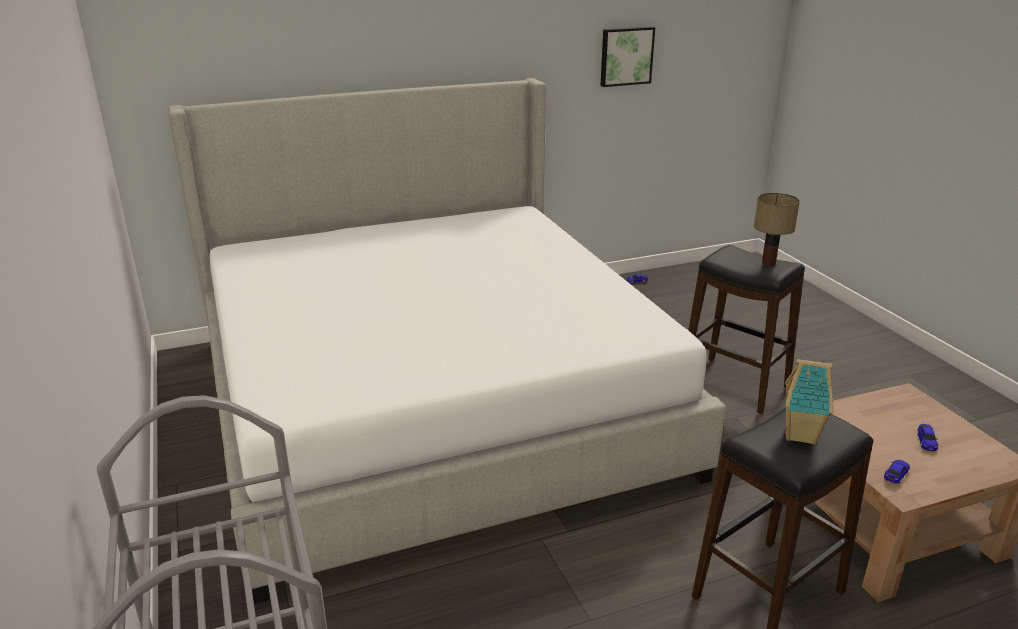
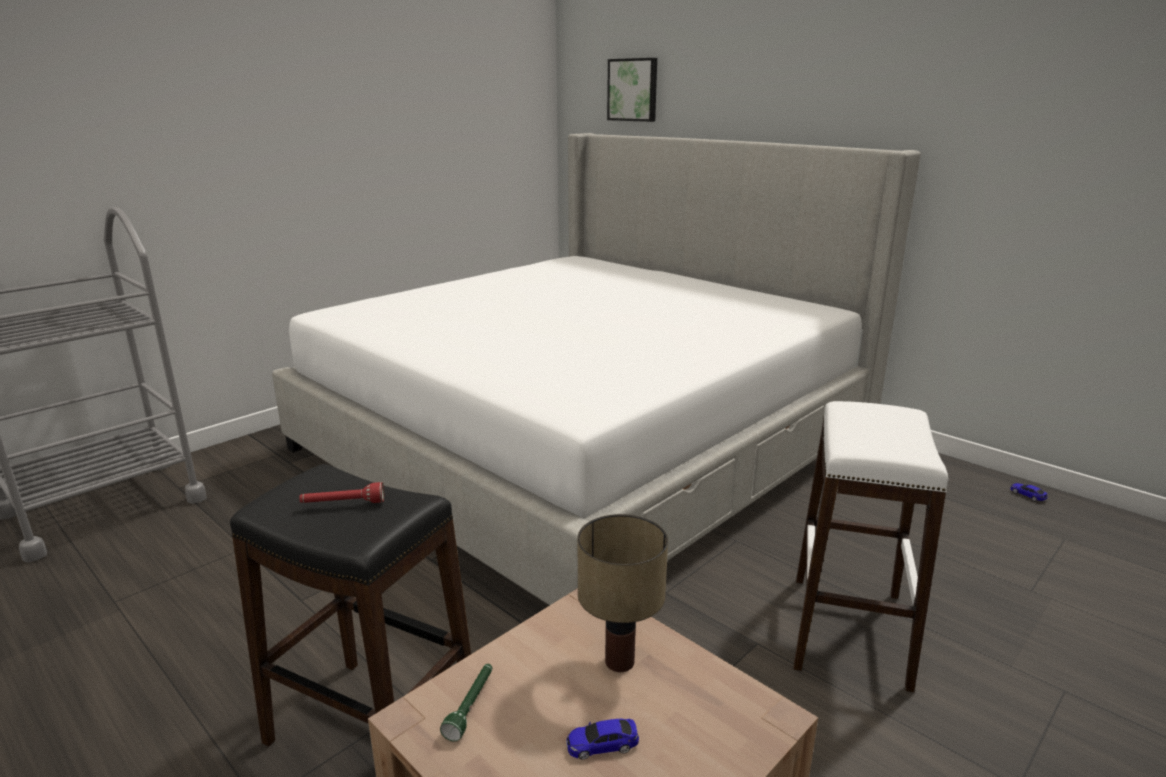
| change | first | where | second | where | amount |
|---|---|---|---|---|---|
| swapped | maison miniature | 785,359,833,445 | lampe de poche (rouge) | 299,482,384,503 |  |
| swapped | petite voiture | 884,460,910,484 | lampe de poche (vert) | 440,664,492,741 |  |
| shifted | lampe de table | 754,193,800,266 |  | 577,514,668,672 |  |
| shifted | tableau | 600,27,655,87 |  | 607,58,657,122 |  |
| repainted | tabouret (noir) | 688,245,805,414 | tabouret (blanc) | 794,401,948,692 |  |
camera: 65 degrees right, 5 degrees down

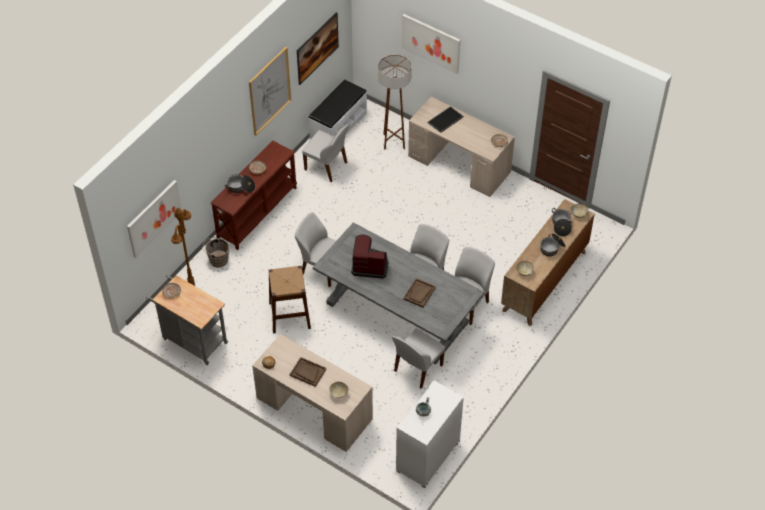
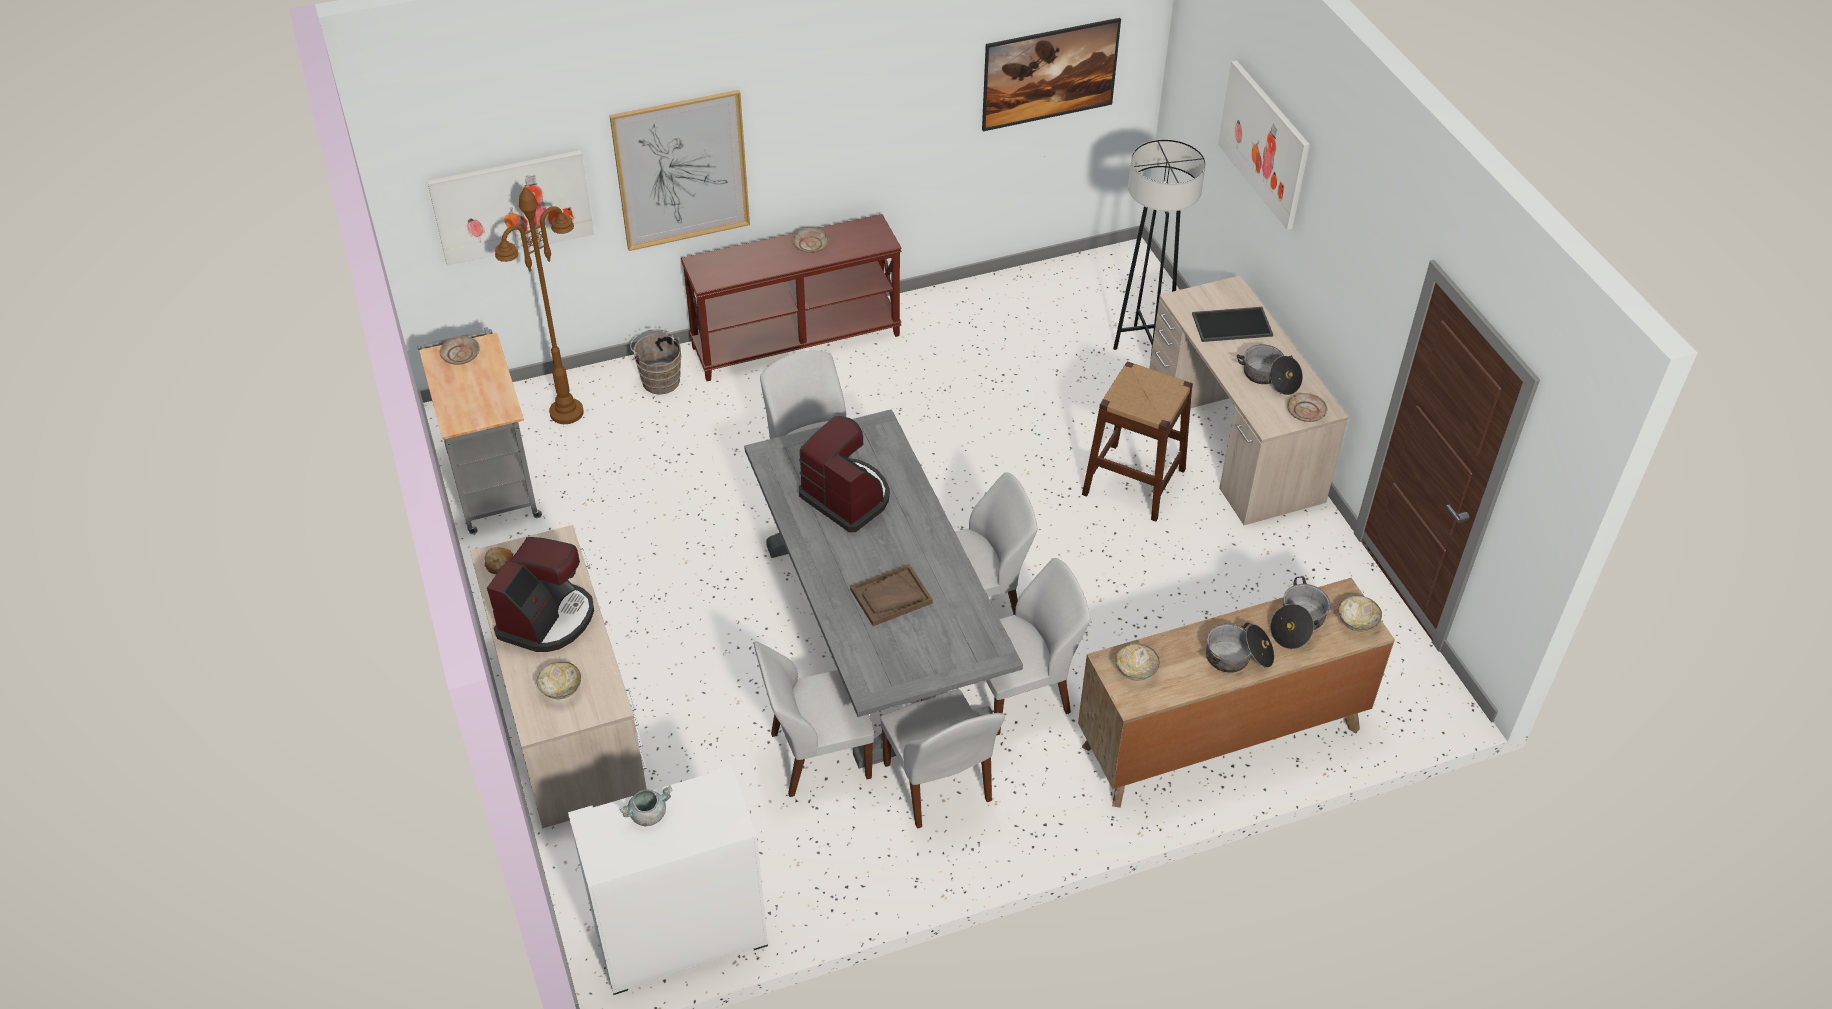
| change | first | where | second | where | amount |
|---|---|---|---|---|---|
| swapped | plateau (marron) | 290,357,326,387 | machine à café | 487,537,594,652 |  |
| shifted | tableau | 249,47,291,136 |  | 610,90,750,251 |  |
| shifted | chaise (blanc) | 302,124,350,182 |  | 880,689,1005,829 |  |
| shifted | tabouret (marron) | 268,266,311,333 |  | 1082,362,1193,522 |  |
| repainted | lampadaire (marron) | 378,55,412,149 | lampadaire (gris) | 1113,139,1206,361 |  |
| shifted | marmite | 224,174,255,193 |  | 1237,344,1303,395 |  |
| gone | banc (blanc) | 308,80,367,140 |  |  |  |
camera: 35 degrees right, 5 degrees down

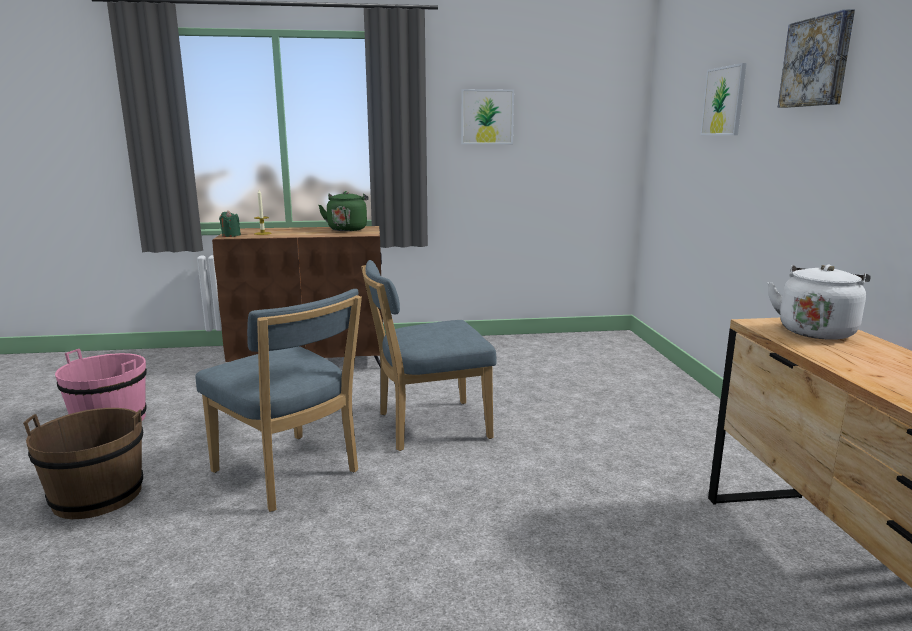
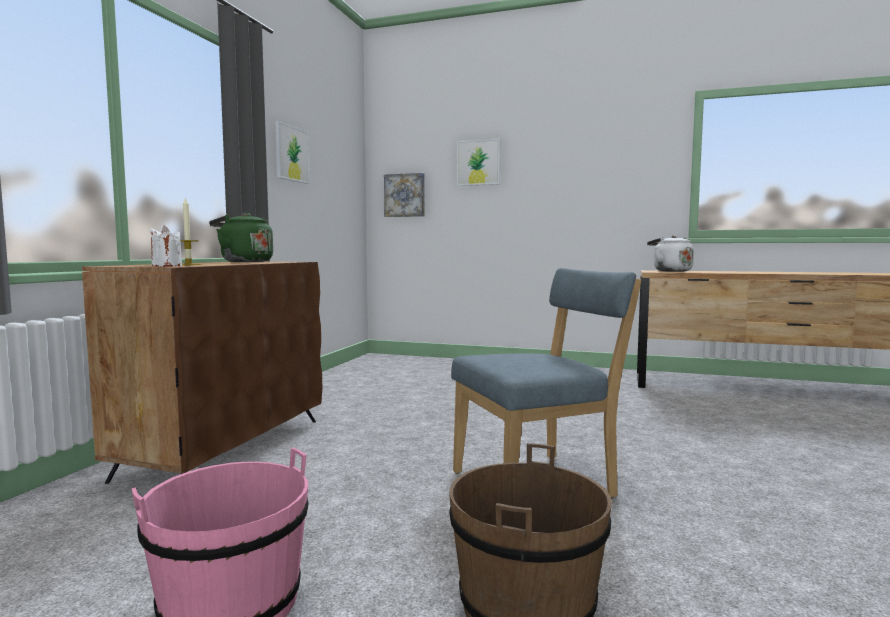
| change | first | where | second | where | amount |
|---|---|---|---|---|---|
| repainted | bougie (vert) | 219,210,241,237 | bougie (blanc) | 150,226,182,266 |  |
| shifted | tableau | 778,9,855,108 |  | 384,173,425,217 |  |
| gone | chaise (bleu) | 361,260,496,451 |  |  |  |
camera: 65 degrees left, 10 degrees down

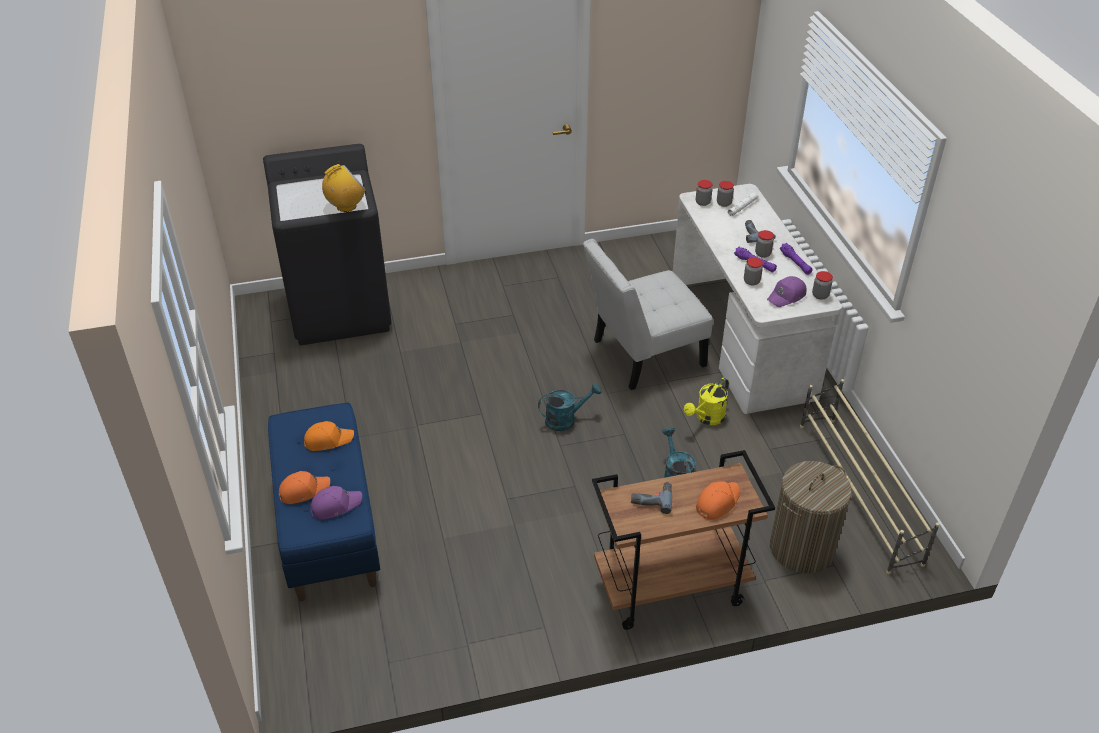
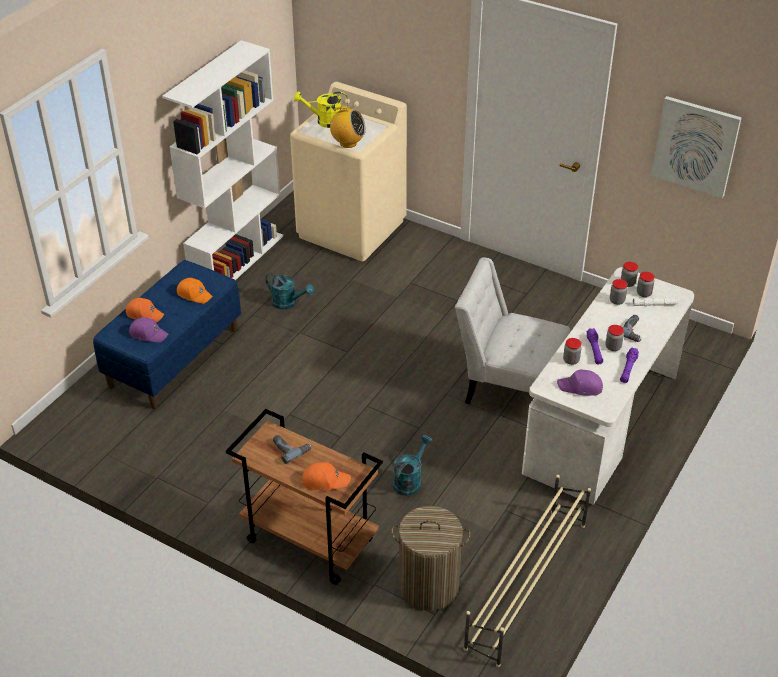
| change | first | where | second | where | amount |
|---|---|---|---|---|---|
| new |  |  | bibliothèque (blanc) | 162,40,283,280 |  |
| shifted | arrosoir (turquoise) | 538,383,601,431 |  | 265,272,314,310 |  |
| repainted | lave-linge (noir) | 263,144,392,345 | lave-linge (beige) | 290,82,407,262 |  |
| shifted | arrosoir (jaune) | 684,378,729,425 |  | 294,92,348,128 |  |
| shifted | bocal | 812,271,833,300 |  | 610,279,627,305 |  |
| new |  |  | tableau | 651,96,742,198 |  |
camera: 45 degrees right, 0 degrees up

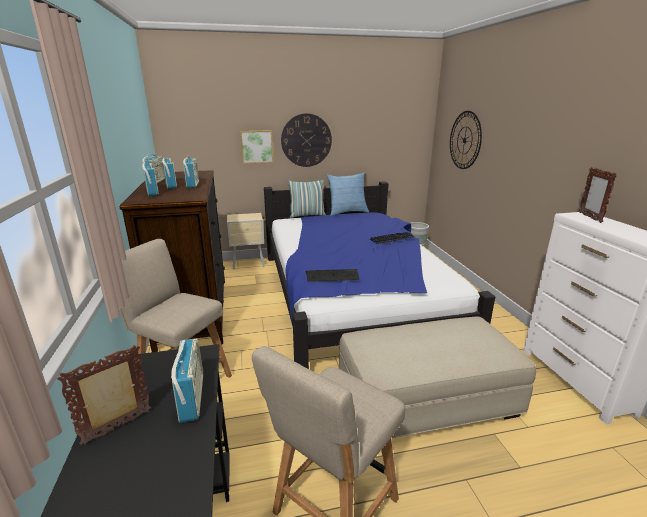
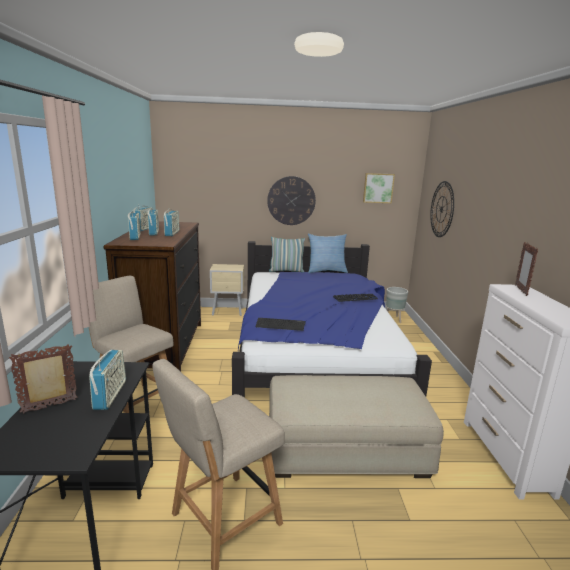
| change | first | where | second | where | amount |
|---|---|---|---|---|---|
| shifted | tableau | 240,130,274,164 |  | 363,173,395,203 |  |
camera: 10 degrees right, 5 degrees down

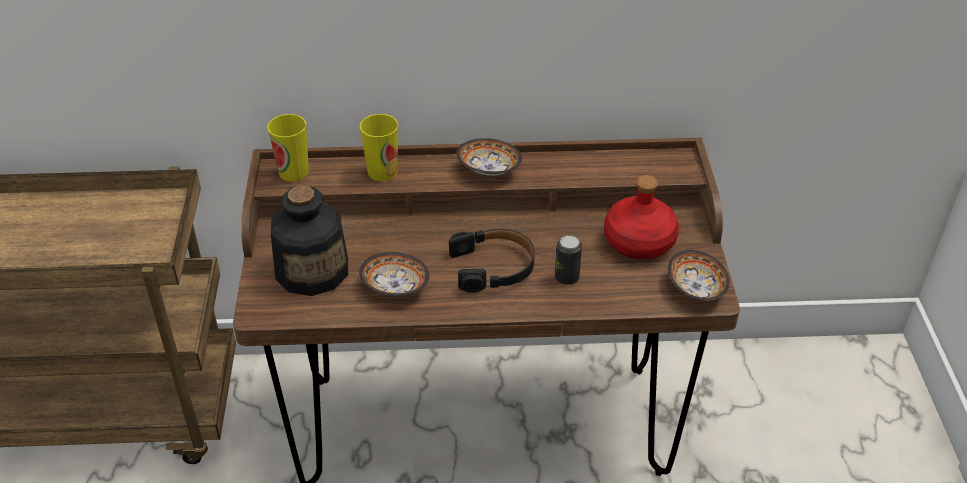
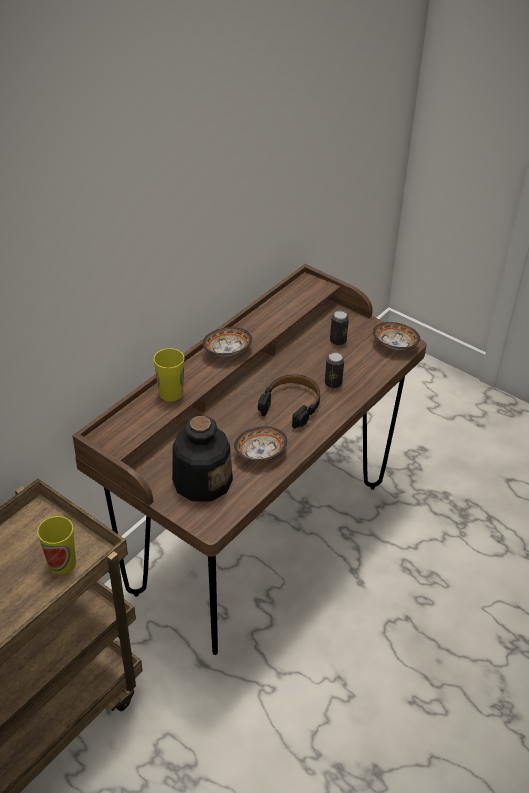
| change | first | where | second | where | amount |
|---|---|---|---|---|---|
| shifted | tasse | 268,114,309,181 |  | 37,516,76,575 |  |
| swapped | bouteille (rouge) | 604,175,679,260 | boîte métallique | 330,311,349,346 |  |
camera: 50 degrees left, 0 degrees up

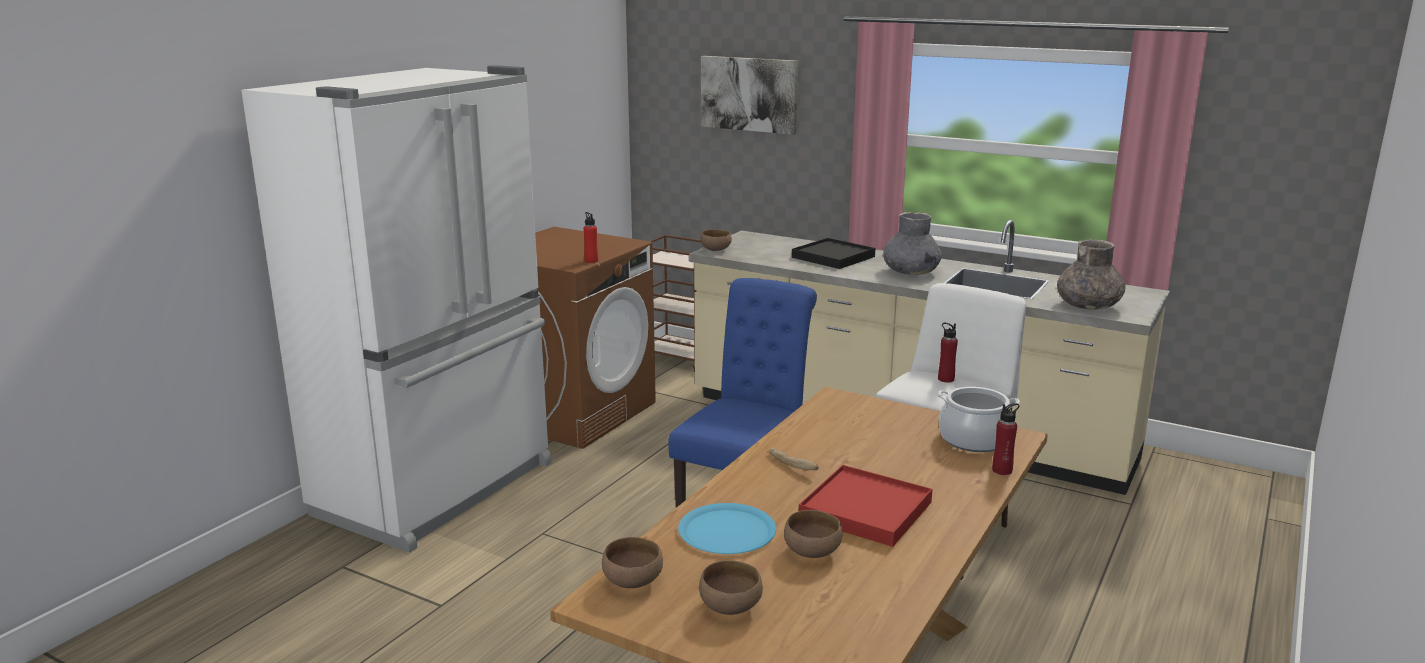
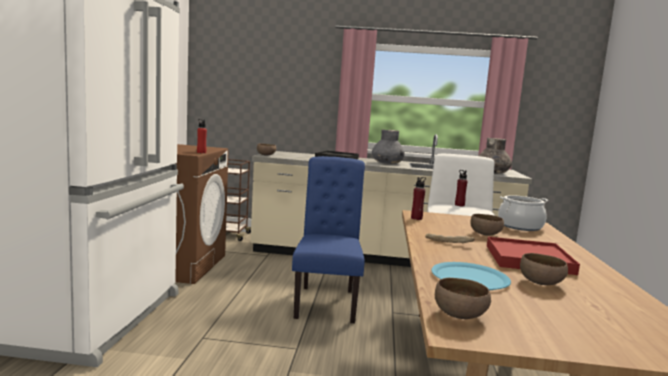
| change | first | where | second | where | amount |
|---|---|---|---|---|---|
| shifted | bouteille (rouge) | 992,403,1020,475 |  | 411,177,426,220 |  |
| shifted | bol (marron) | 699,560,763,615 |  | 470,214,504,236 |  |
| gone | tableau | 701,56,798,135 |  |  |  |
camera: 25 degrees left, 10 degrees down

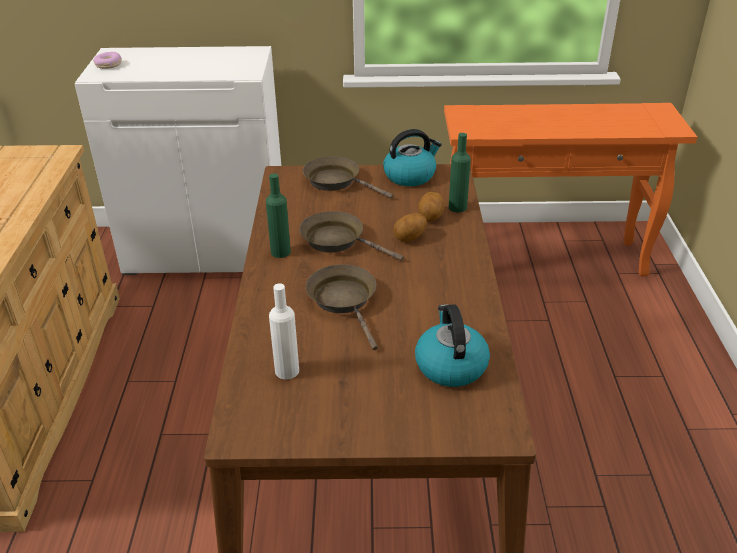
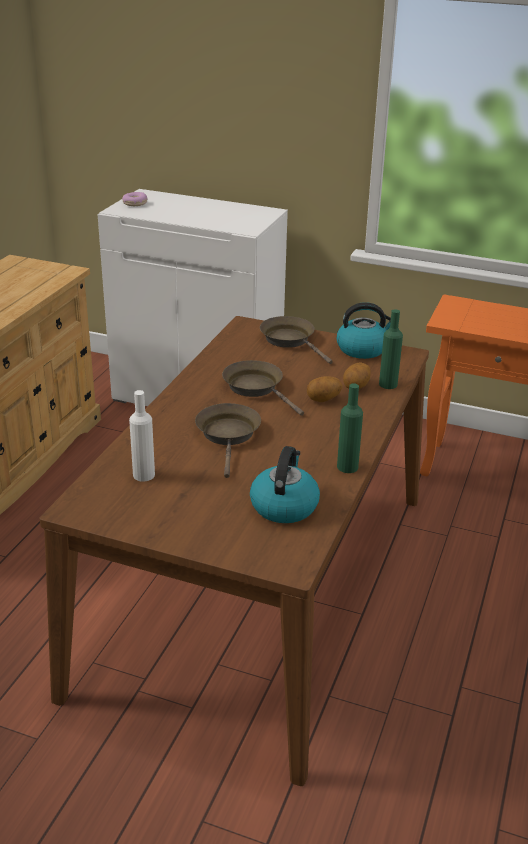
| change | first | where | second | where | amount |
|---|---|---|---|---|---|
| shifted | bouteille (vert) | 266,173,291,258 |  | 337,383,363,473 |  |
camera: 20 degrees right, 5 degrees down

